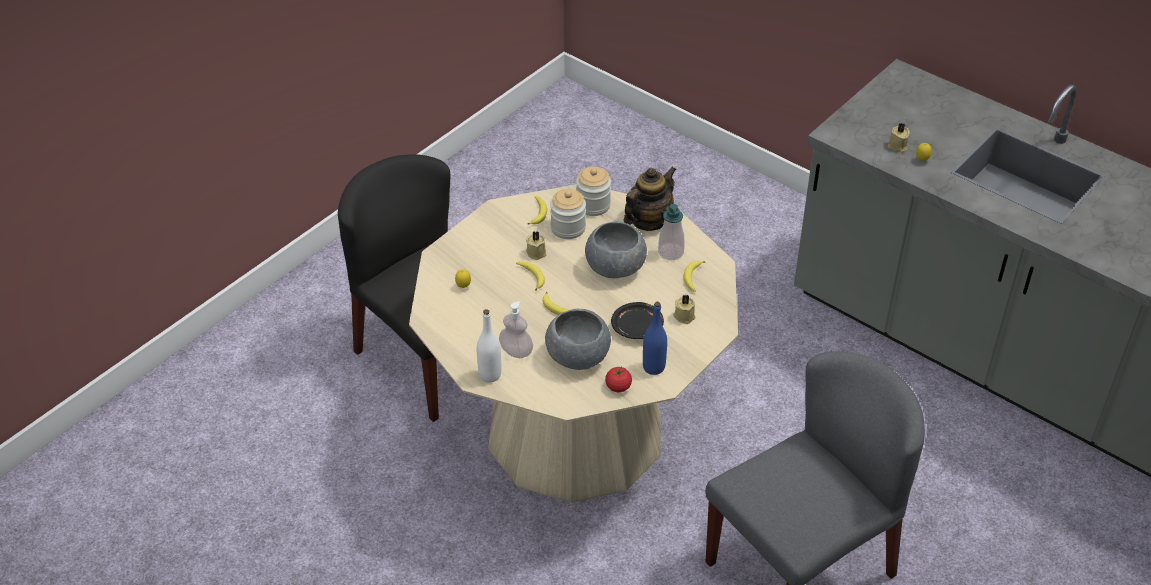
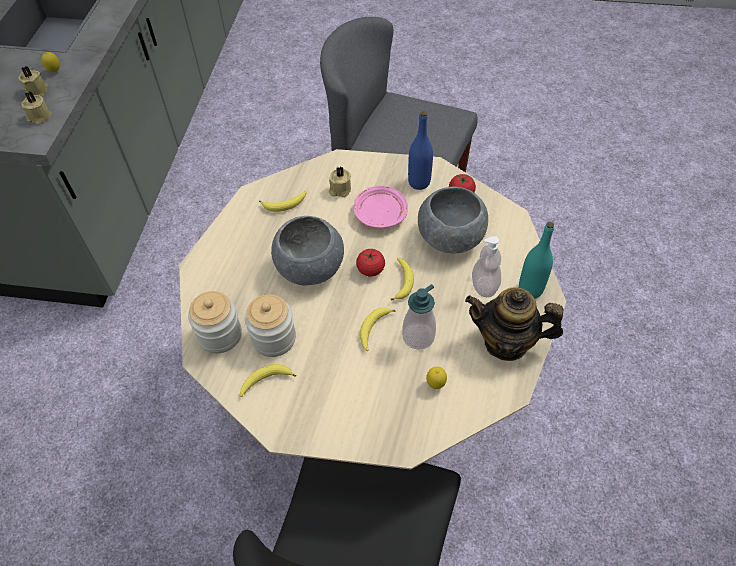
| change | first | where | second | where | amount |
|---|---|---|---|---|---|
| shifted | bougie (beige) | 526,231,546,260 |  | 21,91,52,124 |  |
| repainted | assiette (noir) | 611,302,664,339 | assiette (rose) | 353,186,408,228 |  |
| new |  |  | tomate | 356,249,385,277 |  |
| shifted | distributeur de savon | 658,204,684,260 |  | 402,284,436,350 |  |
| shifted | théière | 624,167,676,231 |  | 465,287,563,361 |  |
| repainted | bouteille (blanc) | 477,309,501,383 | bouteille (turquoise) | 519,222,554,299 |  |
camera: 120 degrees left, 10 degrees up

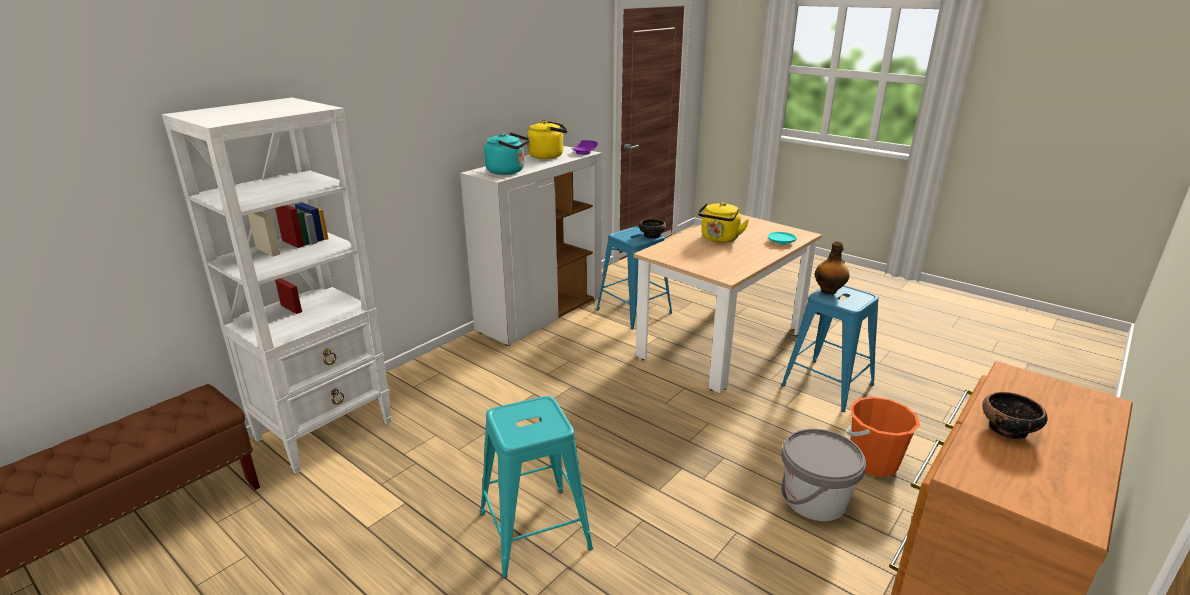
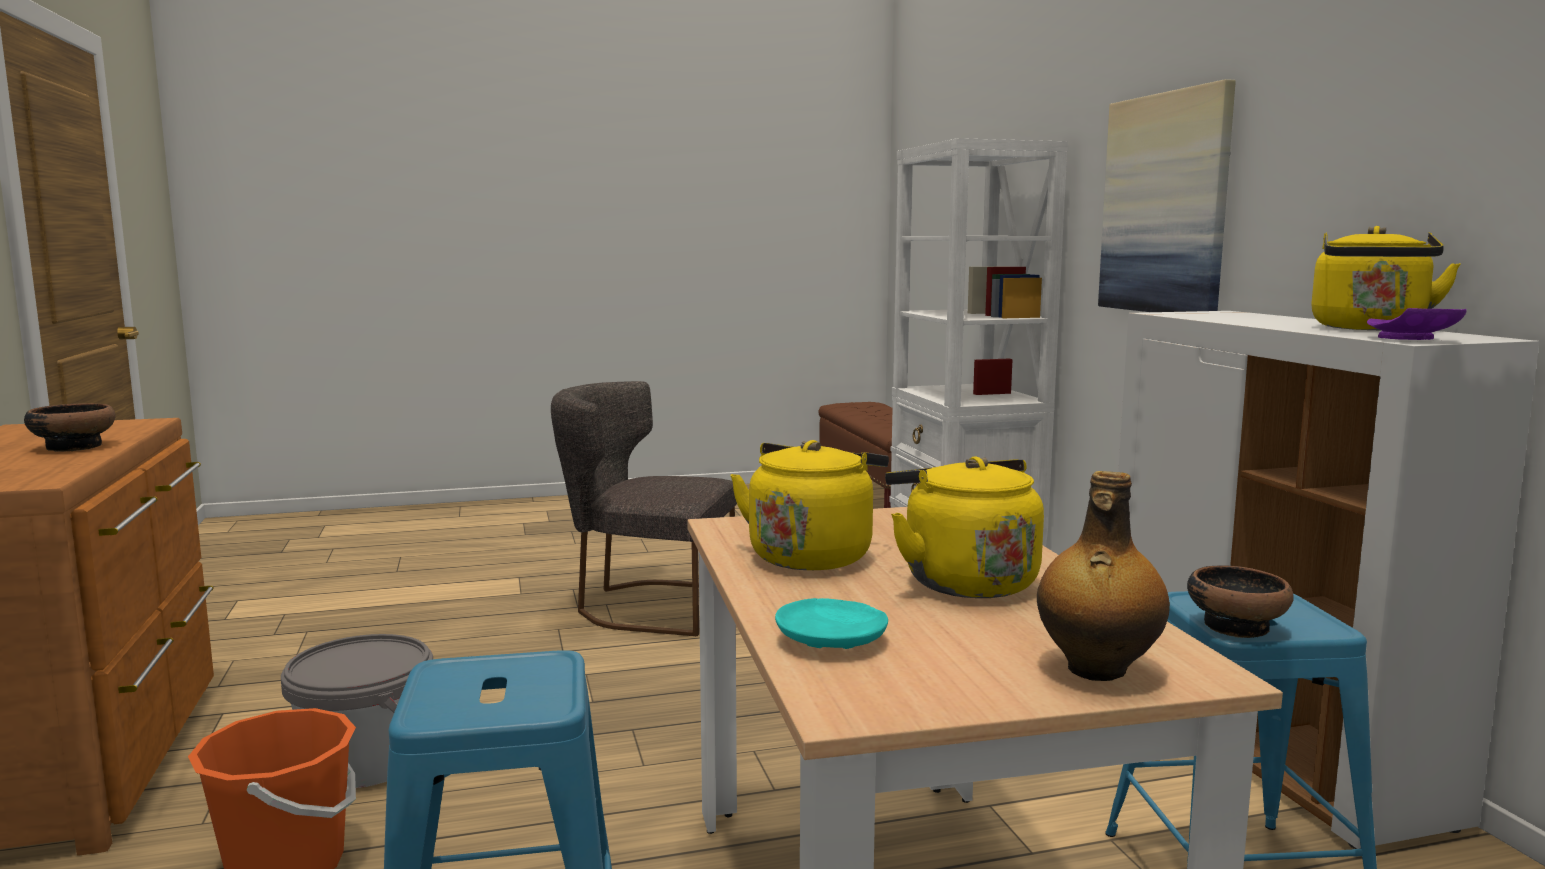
| change | first | where | second | where | amount |
|---|---|---|---|---|---|
| swapped | tabouret (turquoise) | 480,396,593,578 | chaise (gris) | 551,381,737,636 |  |
| new |  |  | bouilloire (jaune) | 730,440,889,570 |  |
| shifted | bouteille | 815,241,849,294 |  | 1037,471,1170,681 |  |
| new |  |  | tableau | 1098,79,1236,312 |  |
| gone | bouilloire (turquoise) | 484,132,530,175 |  |  |  |
camera: 125 degrees right, 15 degrees down

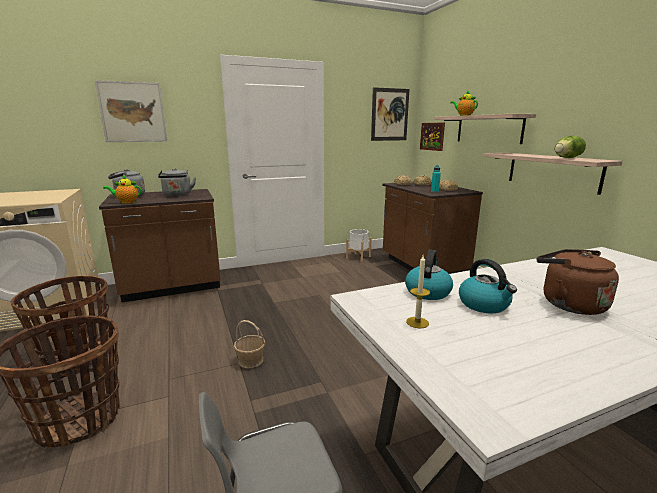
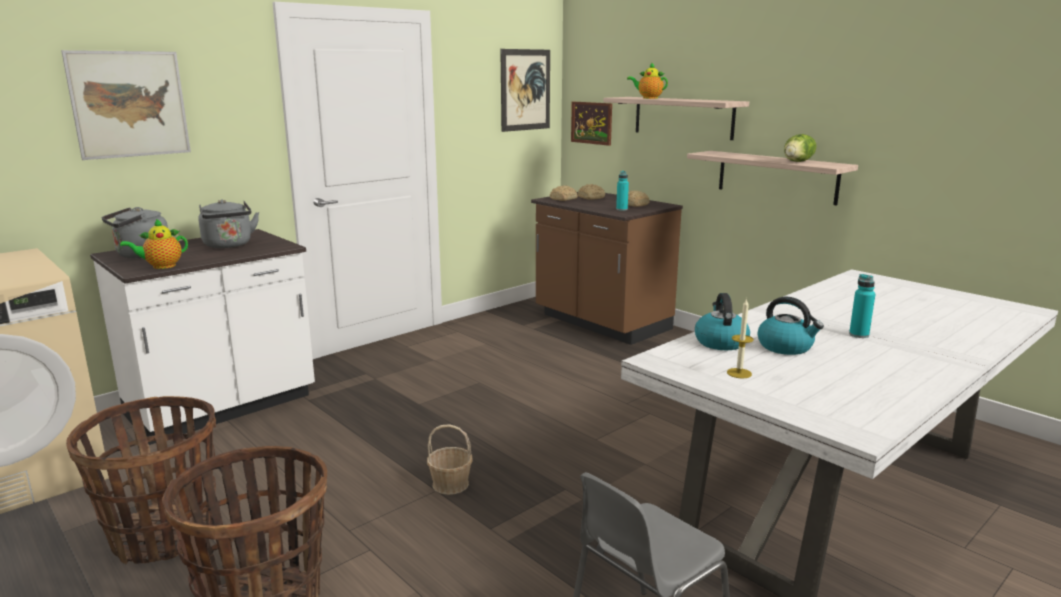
| change | first | where | second | where | amount |
|---|---|---|---|---|---|
| repainted | comptoir de cuisine (marron) | 99,189,221,302 | comptoir de cuisine (blanc) | 90,229,315,445 |  |
| swapped | bouilloire (marron) | 537,249,619,315 | bouteille (turquoise) | 849,274,875,338 |  |
| gone | cache-pot (blanc) | 346,229,372,262 |  |  |  |
camera: 20 degrees left, 0 degrees up

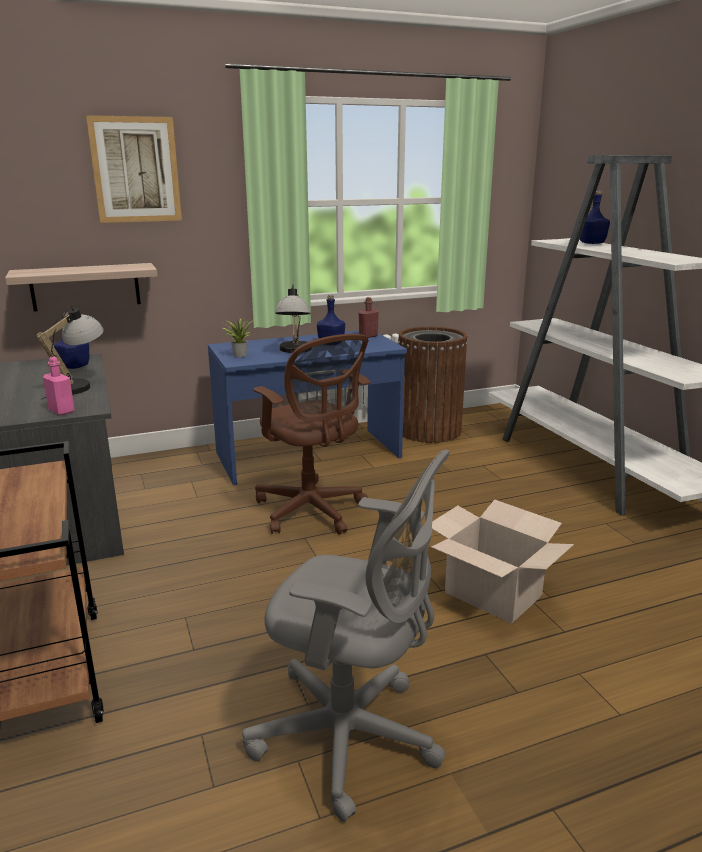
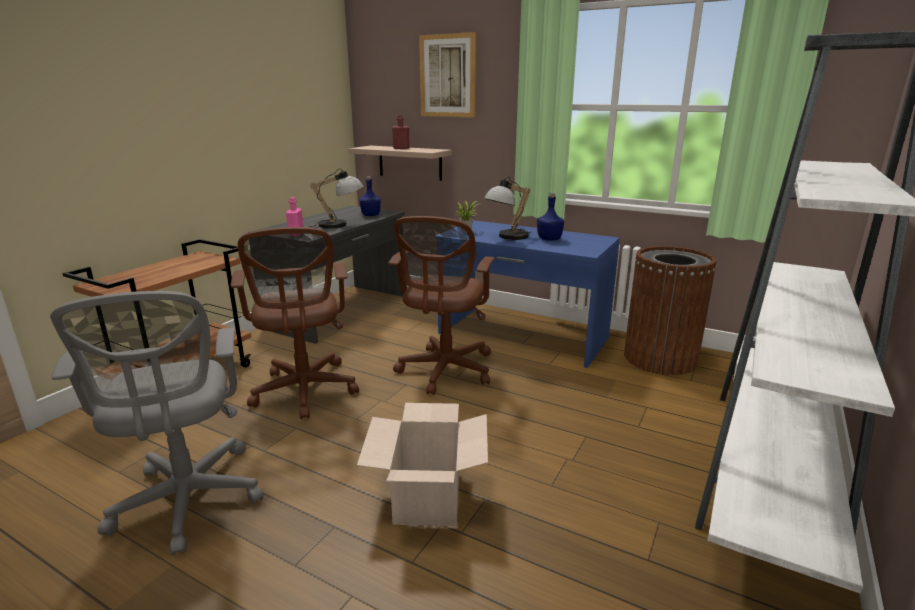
| change | first | where | second | where | amount |
|---|---|---|---|---|---|
| new |  |  | chaise de bureau (marron) | 231,227,359,419 |  |
| shifted | bouteille (rouge) | 359,297,379,338 |  | 392,115,409,149 |  |
| gone | bouteille (bleu) | 580,190,610,244 |  |  |  |
camera: 50 degrees right, 0 degrees up

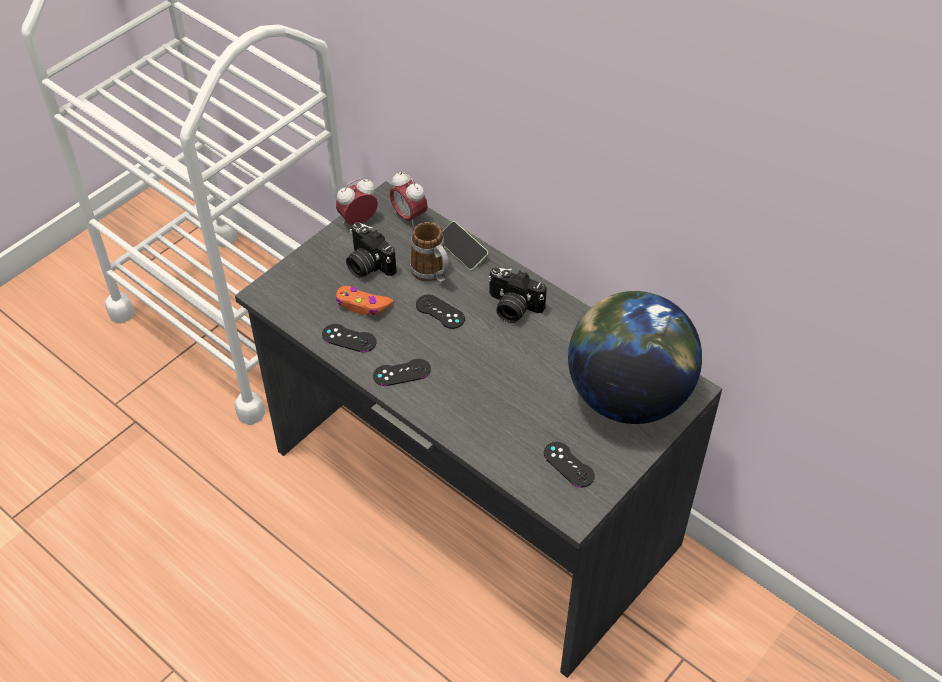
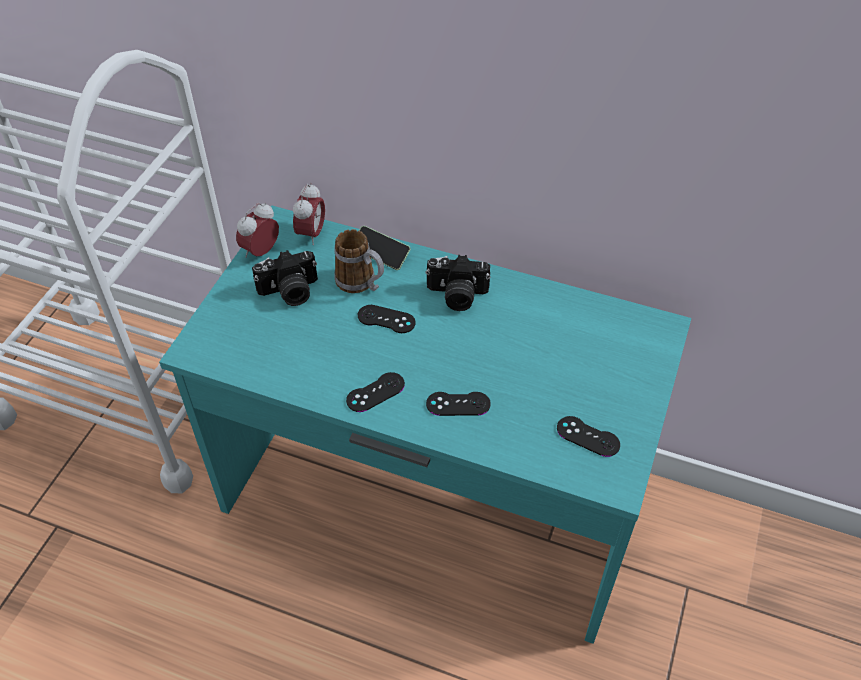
| change | first | where | second | where | amount |
|---|---|---|---|---|---|
| repainted | bureau (gris) | 235,181,722,678 | bureau (turquoise) | 159,205,691,644 |  |
| rotated | appareil photo | 346,222,397,278 |  | 252,250,318,306 | 45 degrees counterclockwise |
| rotated | réveil | 390,171,428,228 |  | 293,183,325,245 | 105 degrees counterclockwise |
| shifted | manette (noir) | 322,324,376,352 |  | 426,392,491,416 |  |
| gone | manette (orange) | 336,286,393,315 |  |  |  |
| gone | globe | 568,291,702,424 |  |  |  |
camera: 20 degrees left, 0 degrees up

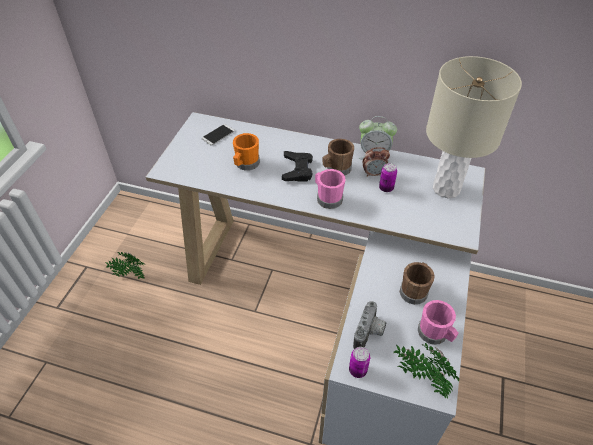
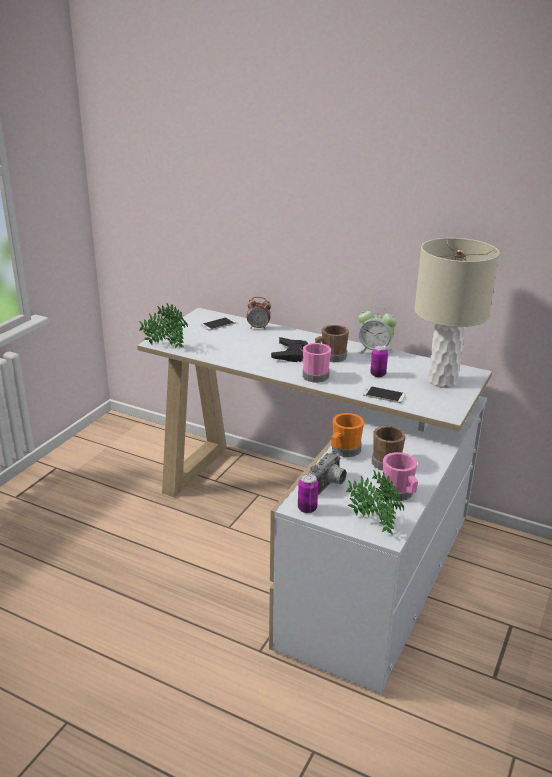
| change | first | where | second | where | amount |
|---|---|---|---|---|---|
| shifted | plante en pot | 105,252,145,279 |  | 139,303,188,348 |  |
| shifted | réveil | 363,147,390,177 |  | 247,297,271,330 |  |
| shifted | mug (orange) | 233,133,260,171 |  | 331,413,364,457 |  |
| new |  |  | téléphone | 363,386,406,403 |  |
camera: 10 degrees right, 20 degrees down

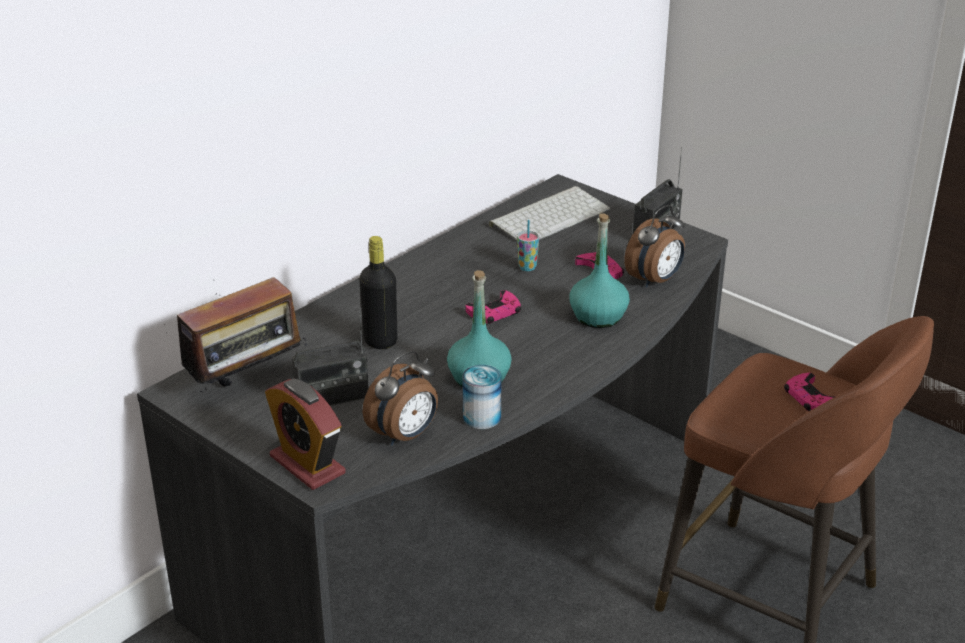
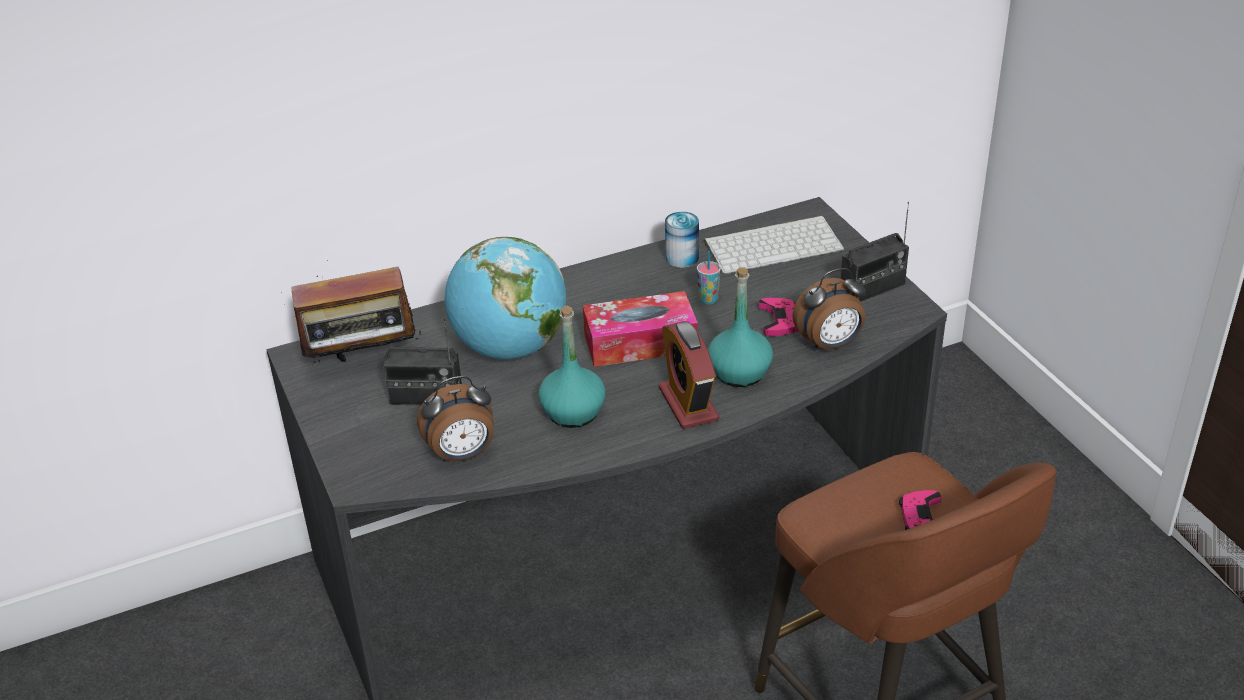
| change | first | where | second | where | amount |
|---|---|---|---|---|---|
| swapped | bouteille (noir) | 359,236,397,349 | globe | 444,237,566,359 |  |
| swapped | manette (rose) | 466,290,521,324 | boîte à mouchoirs | 583,291,698,367 |  |
| shifted | réveil | 265,379,346,490 |  | 659,321,719,429 |  |
| shifted | boîte métallique | 463,365,502,429 |  | 665,212,699,268 |  |
camera: 25 degrees right, 5 degrees up

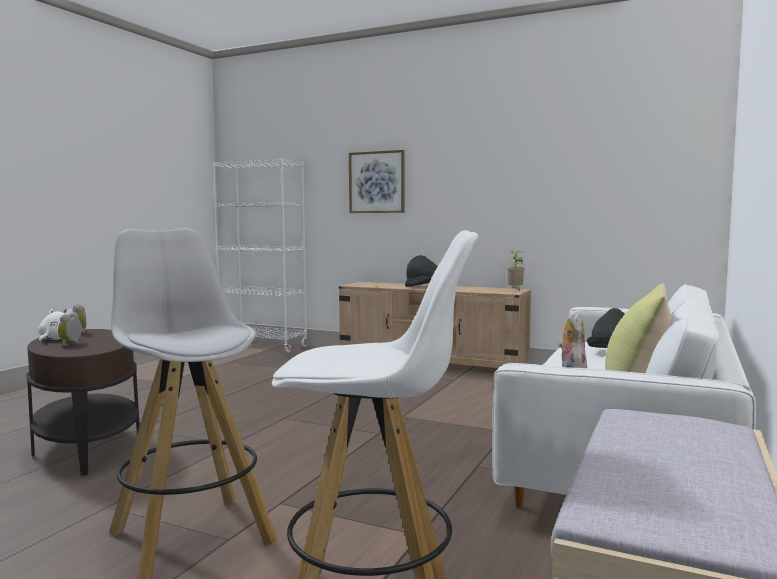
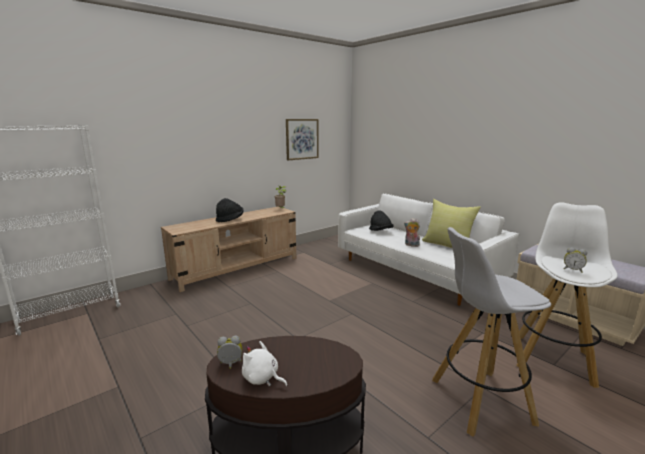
| change | first | where | second | where | amount |
|---|---|---|---|---|---|
| shifted | tableau | 349,150,405,213 |  | 286,119,319,160 |  |
| shifted | réveil | 58,312,82,346 |  | 564,247,587,273 |  |
camera: 65 degrees left, 10 degrees up

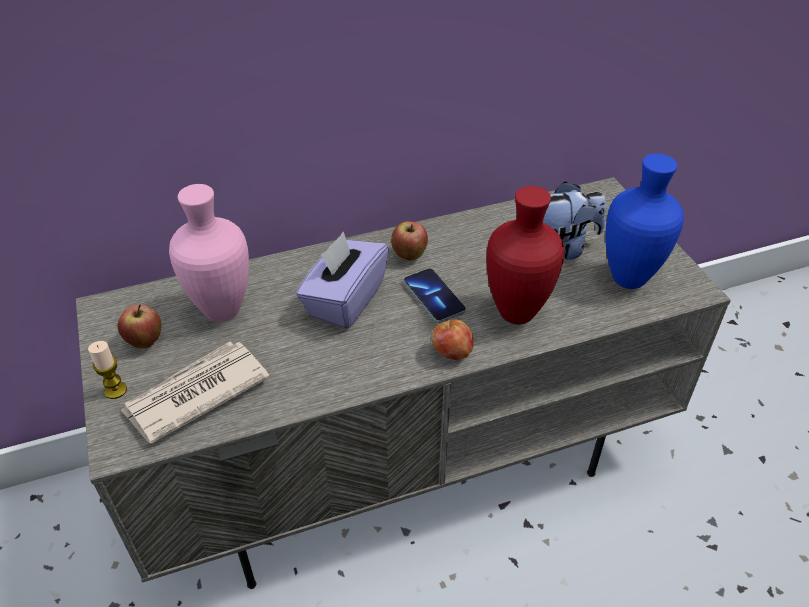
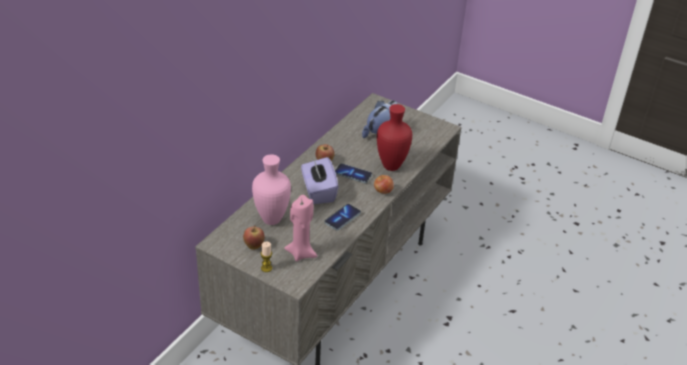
| change | first | where | second | where | amount |
|---|---|---|---|---|---|
| swapped | journal | 120,342,270,443 | bougie (rose) | 284,195,318,261 |  |
| new |  |  | téléphone | 324,204,361,230 |  |
| gone | vase (bleu) | 605,154,684,289 |  |  |  |
camera: 40 degrees left, 5 degrees down

